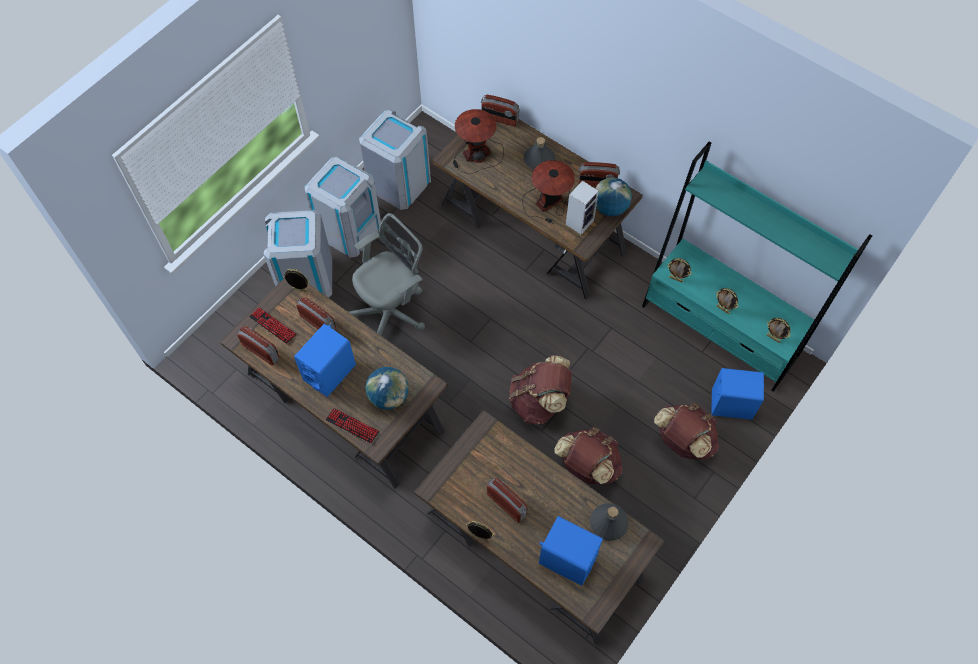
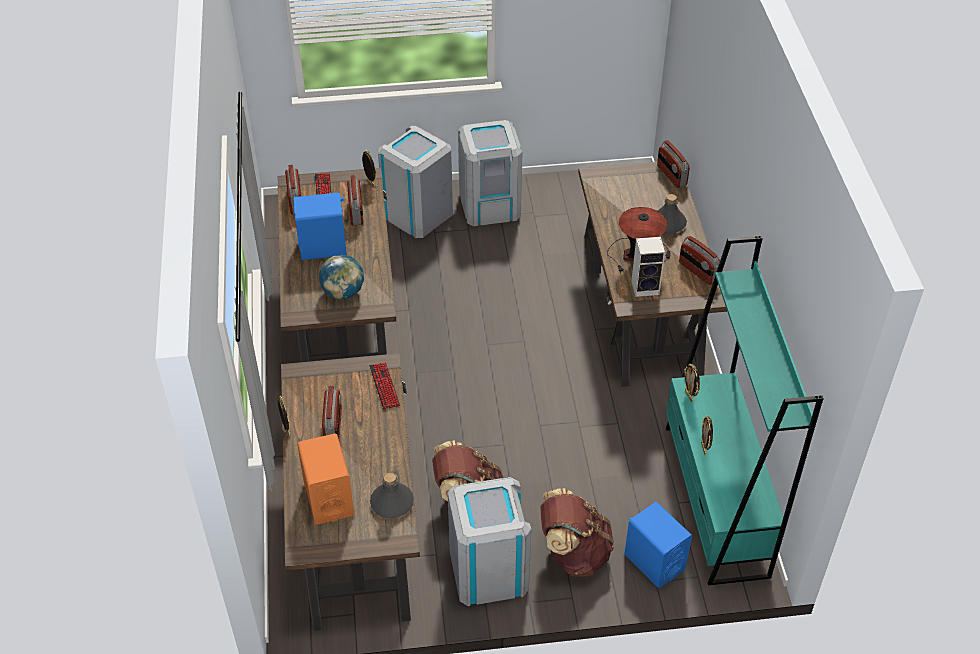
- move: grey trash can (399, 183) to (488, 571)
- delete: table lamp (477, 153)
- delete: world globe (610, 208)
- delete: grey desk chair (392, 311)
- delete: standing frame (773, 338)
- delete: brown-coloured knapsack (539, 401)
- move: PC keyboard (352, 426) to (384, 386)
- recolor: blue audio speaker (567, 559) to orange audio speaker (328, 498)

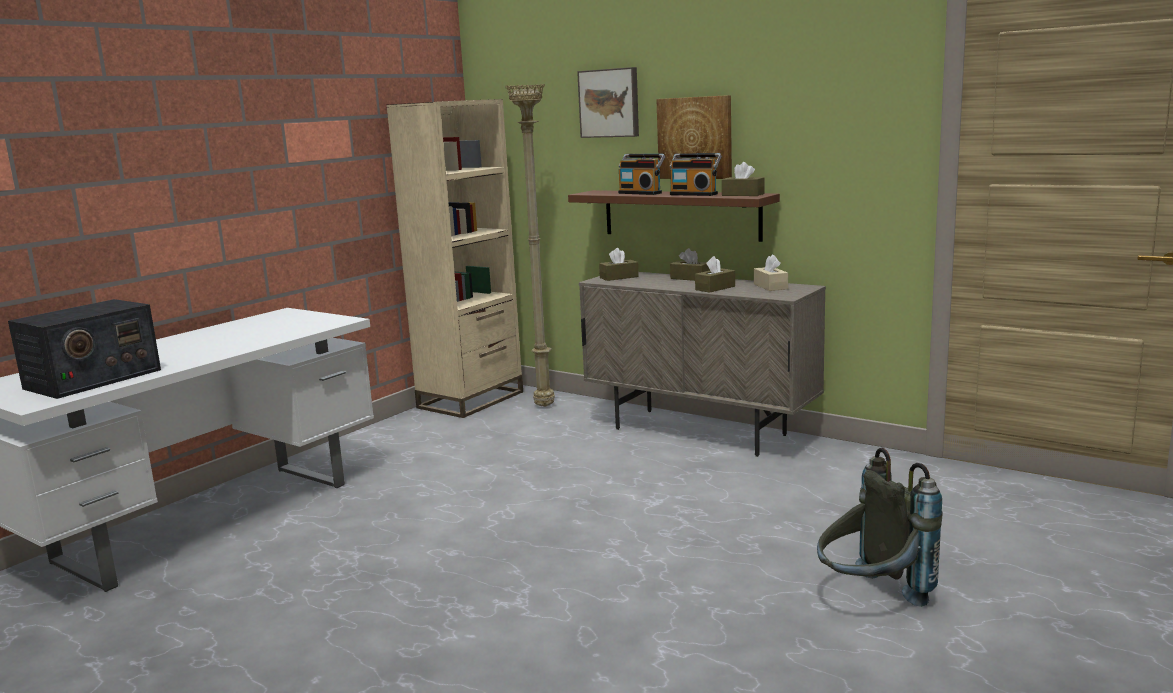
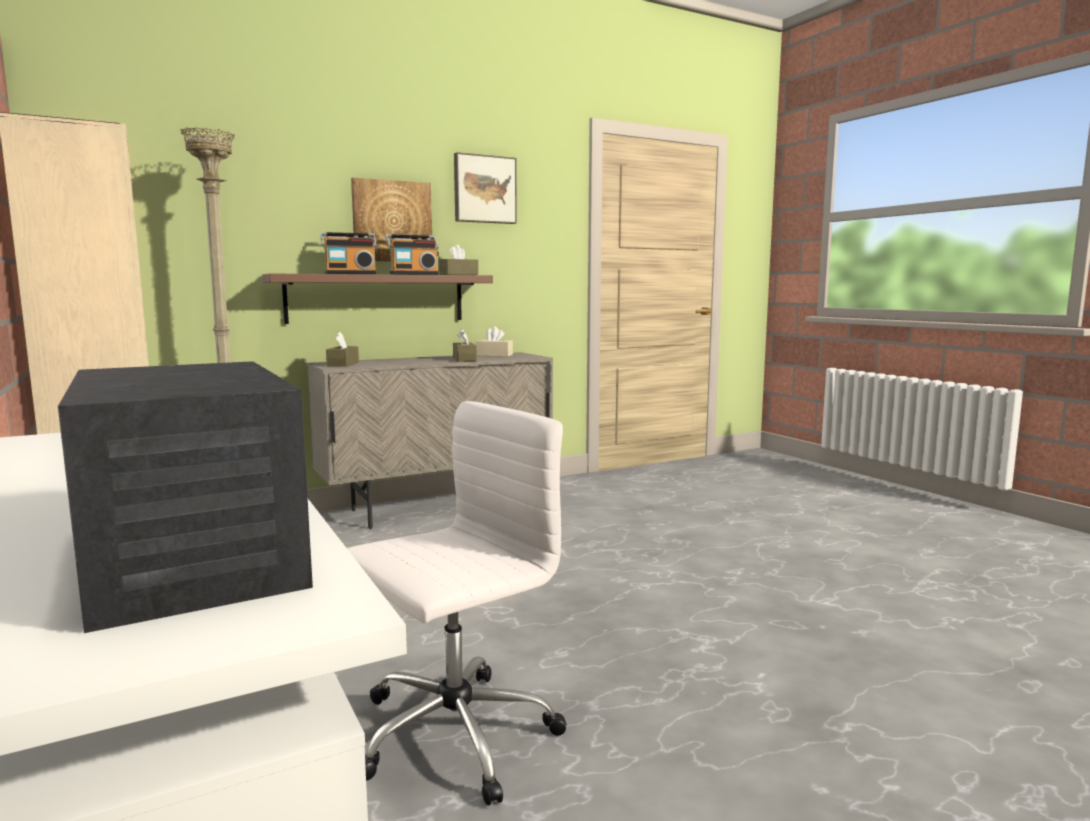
- move: wall art (610, 103) to (484, 189)
- delete: brown-coloured tissue box (690, 278)
- delete: grey knapsack (871, 598)
- insert: whitish desk chair (451, 735)

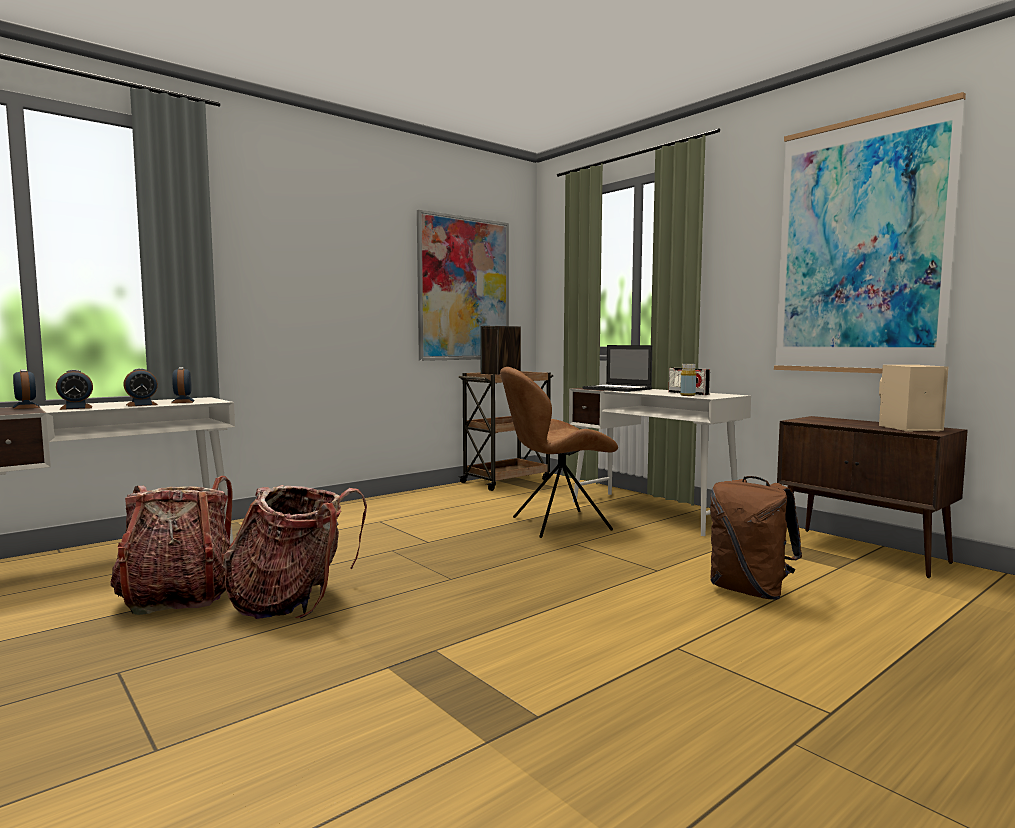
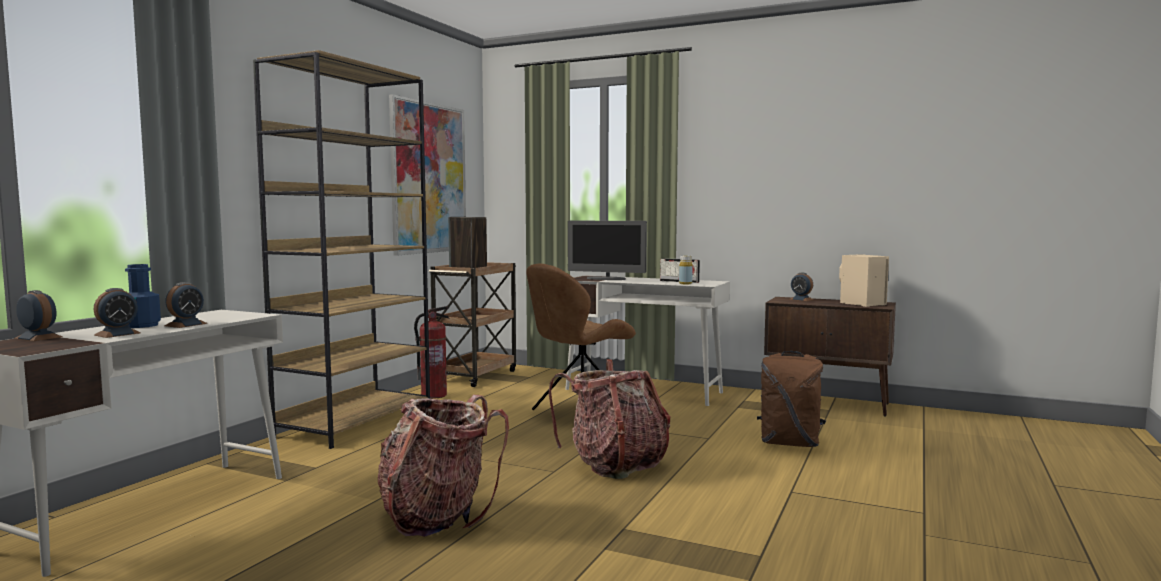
- delete: wall art (860, 247)
- replace: notebook computer (617, 389) to monitor (606, 279)
- move: bedside clock (183, 401) to (801, 299)
- move: knapsack (177, 597) to (614, 464)
- insert: brown-coloured bookcase (356, 422)
- insert: blue drink bottle (141, 325)
- insert: extinguisher (434, 395)

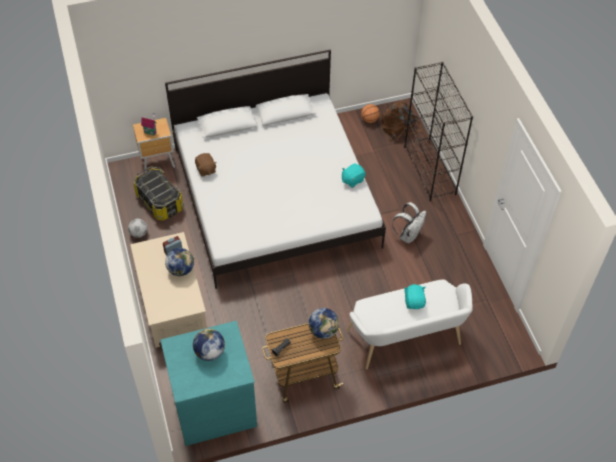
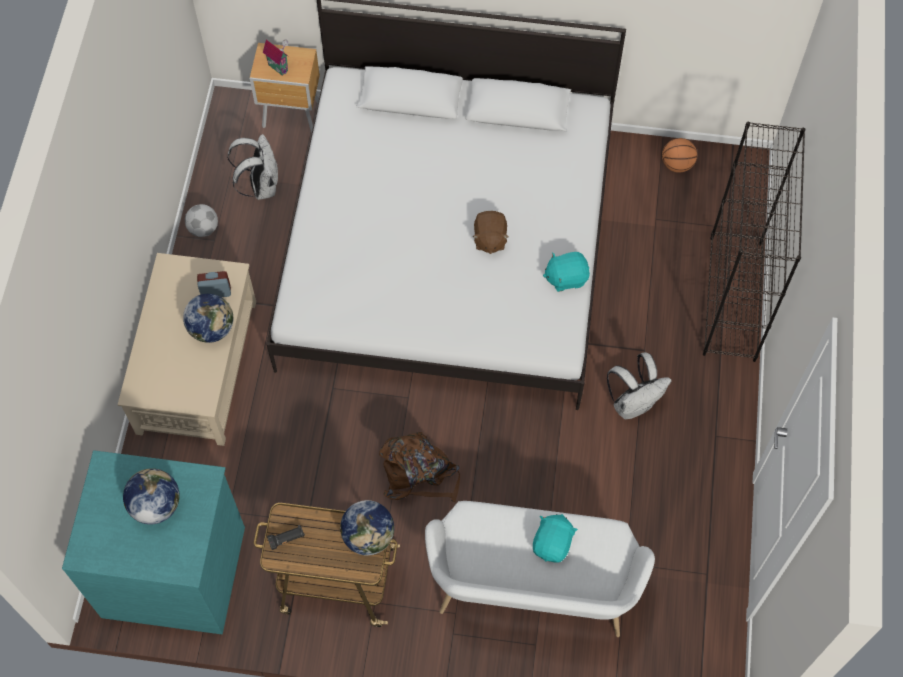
- move: brown-coloured knapsack (399, 128) to (418, 473)
- move: brown-coloured soft toy (205, 170) to (489, 239)
- replace: storage box (159, 202) to whitish knapsack (261, 186)

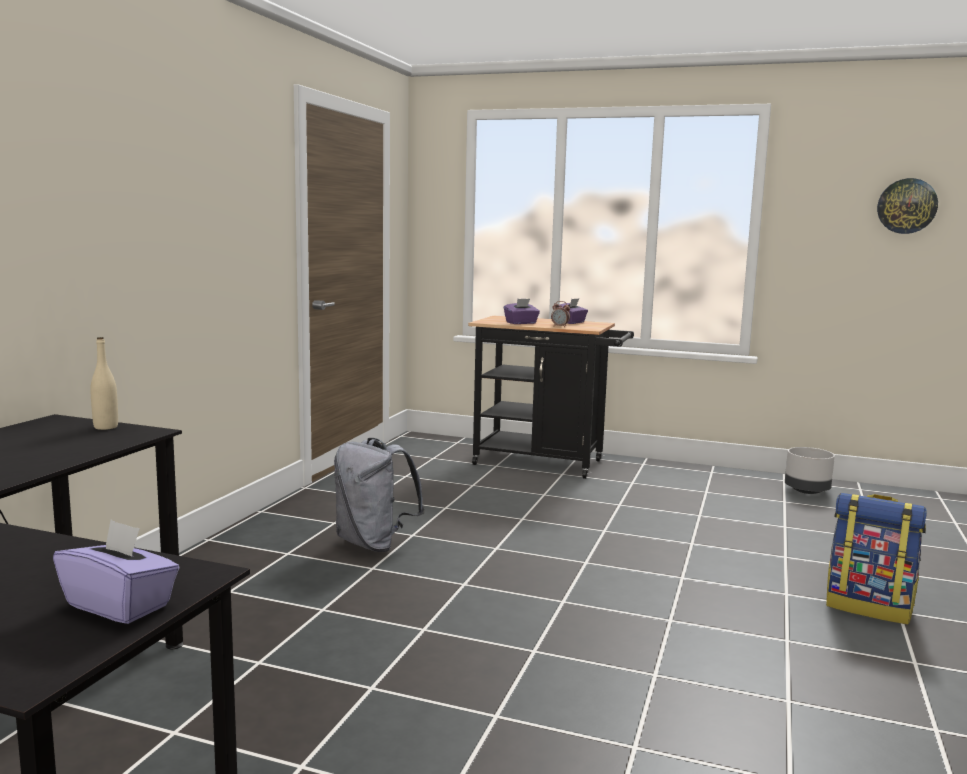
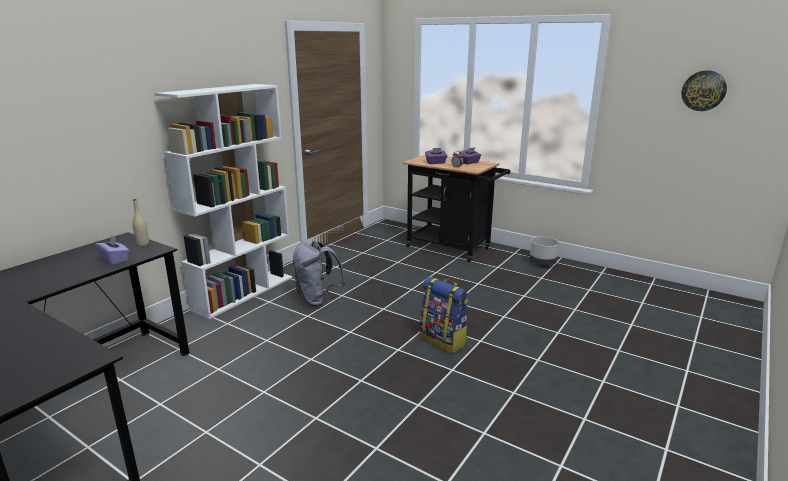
- move: grey planter (807, 491) to (542, 263)
- move: knapsack (869, 607) to (443, 341)
- move: purple tissue box (120, 605) to (115, 260)
- insert: whitish bookcase (243, 292)

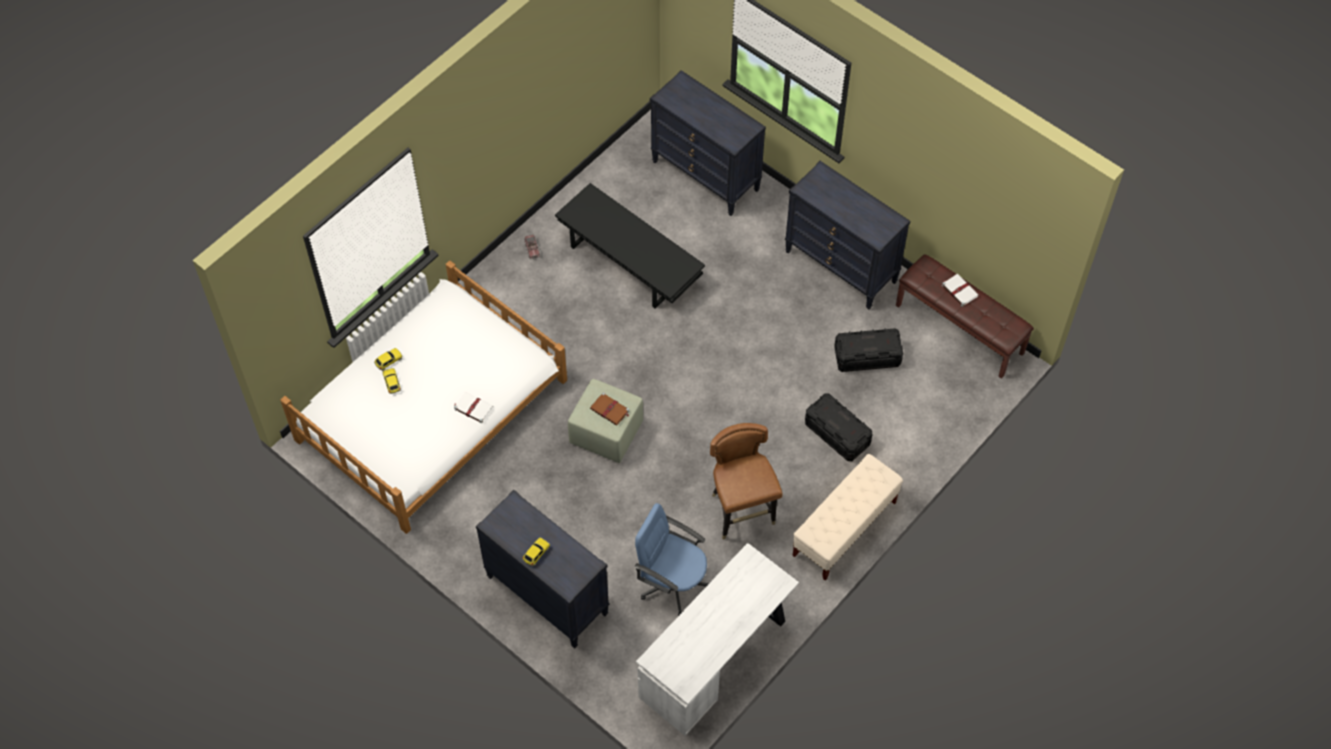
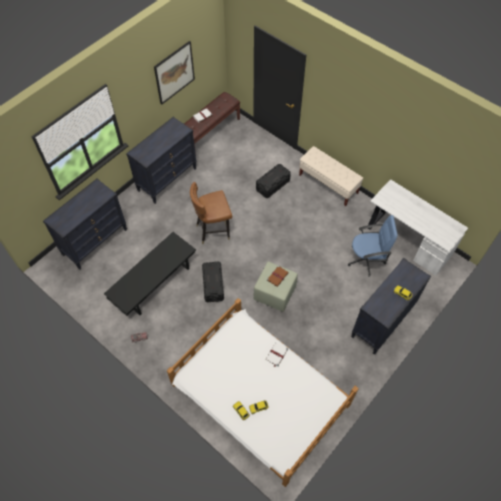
- move: black storage box (867, 357) to (213, 285)
- move: brown-coloured plain chair (741, 512) to (213, 231)
- rotate: blue desk chair (673, 582) = (366, 259) 120 degrees counterclockwise
- insert: wall art (174, 72)

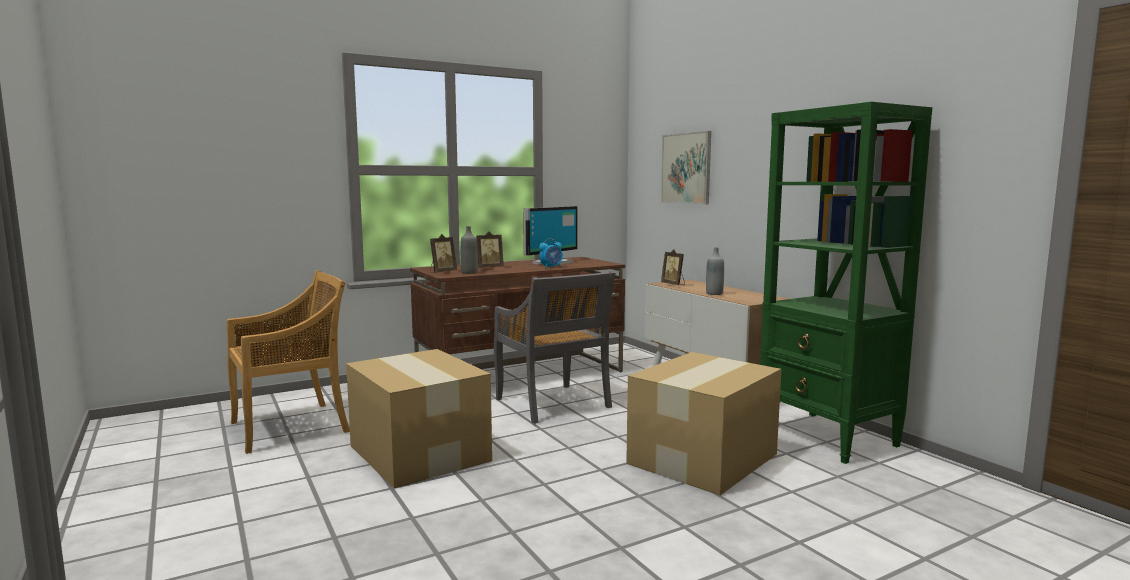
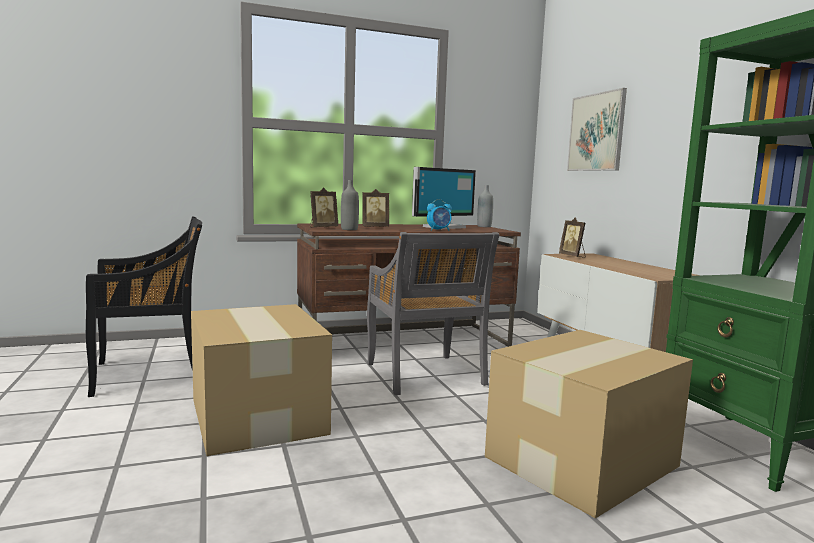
- move: grey drink bottle (714, 293) to (484, 226)
- recolor: sand-coloured plain chair (292, 427) to black plain chair (151, 373)

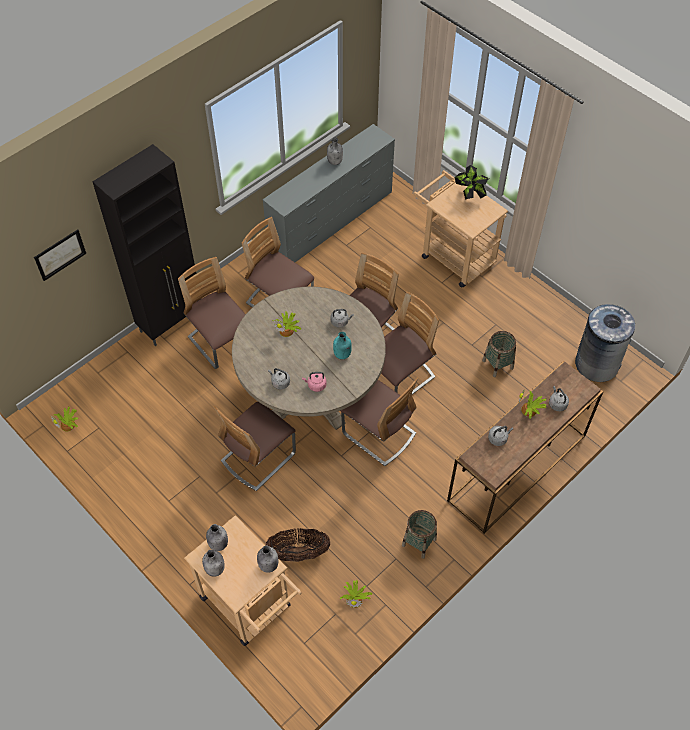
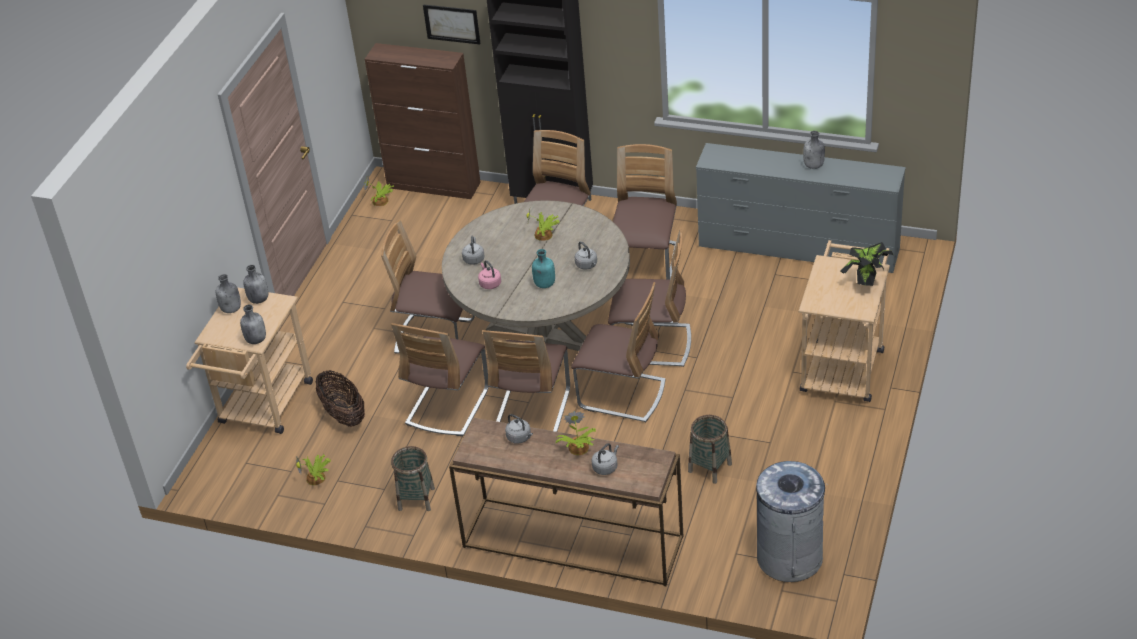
- insert: brown-coloured storage cabinet (434, 185)
- insert: plain chair (447, 406)

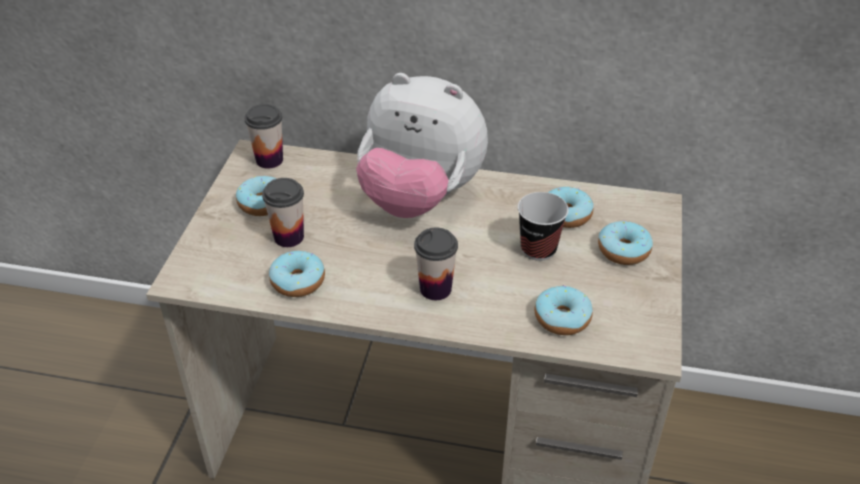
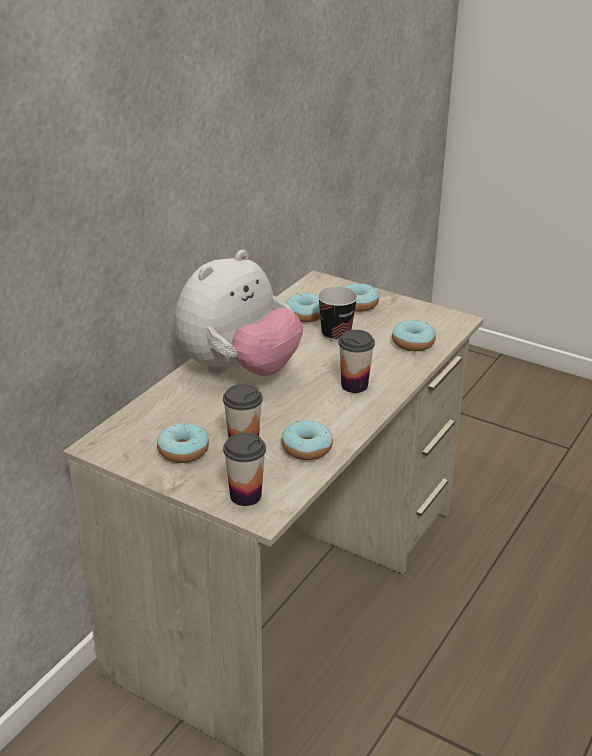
- move: cup (269, 160) to (245, 496)

